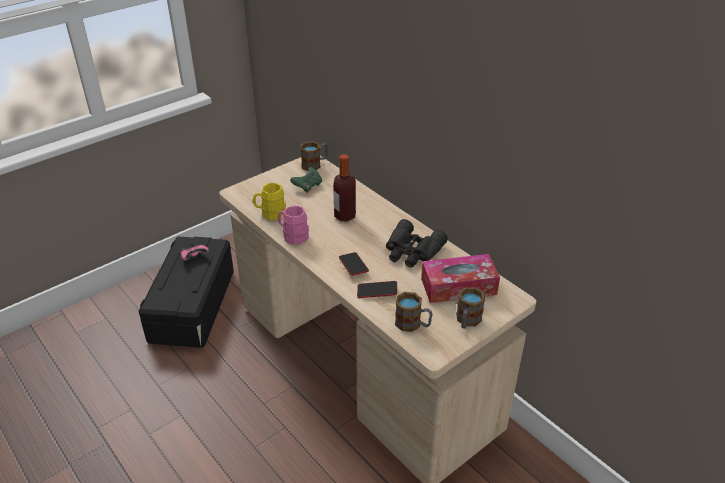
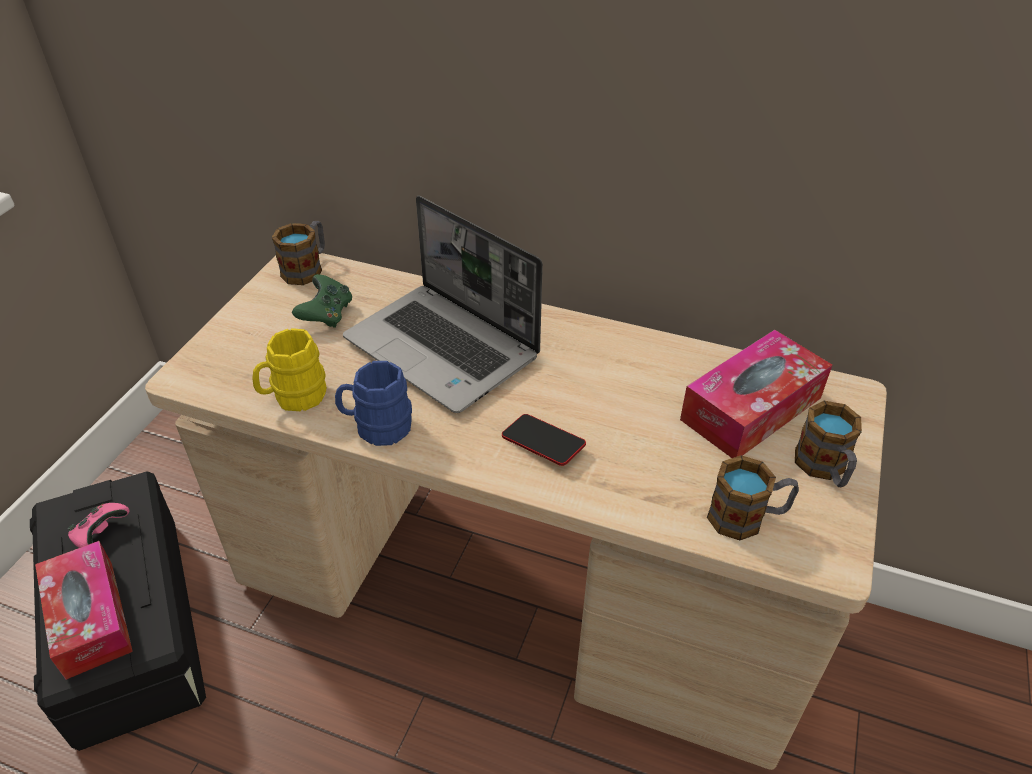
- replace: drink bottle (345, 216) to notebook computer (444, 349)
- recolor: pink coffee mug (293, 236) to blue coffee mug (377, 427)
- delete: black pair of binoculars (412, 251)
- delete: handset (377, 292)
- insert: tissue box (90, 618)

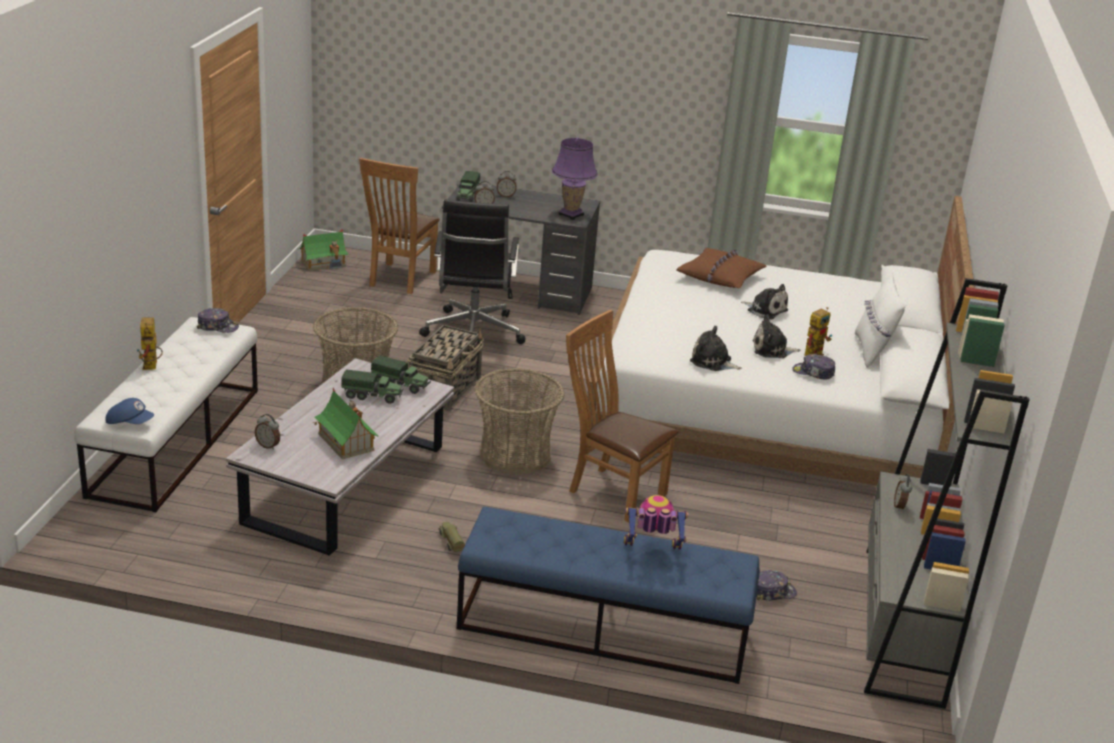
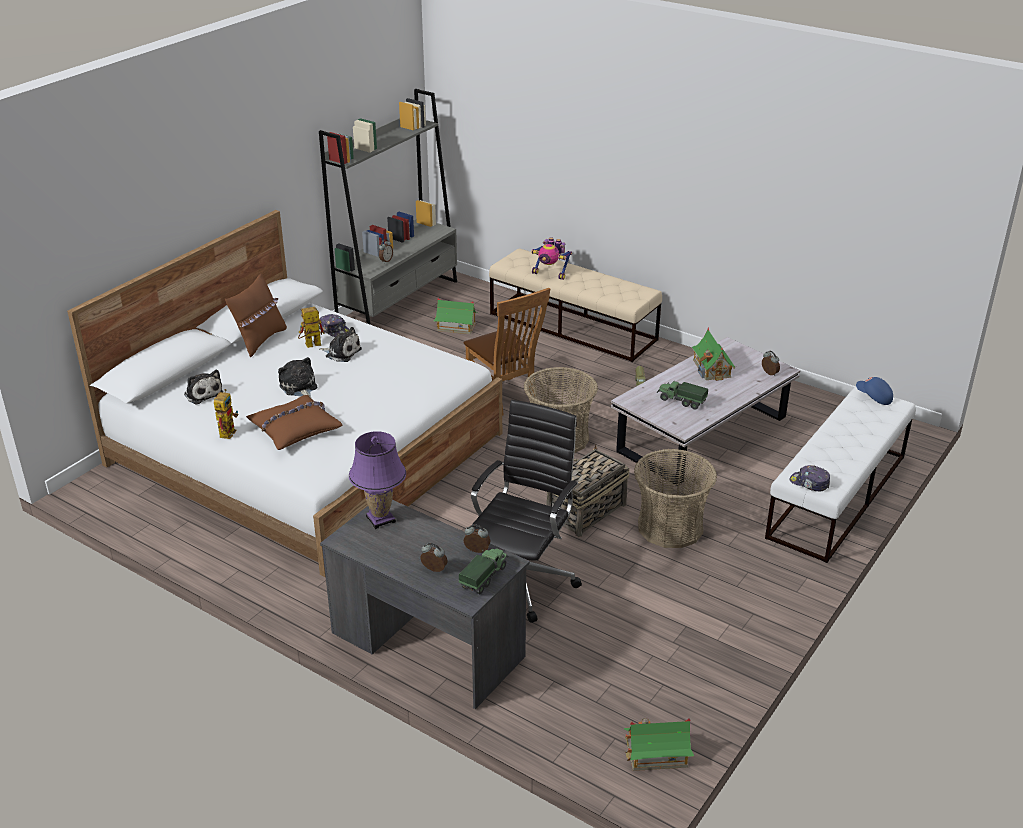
- delete: brown-coloured plain chair (399, 280)
- recolor: whitish pillow (872, 351) to brown-coloured pillow (260, 340)
- move: robot figure (151, 367) to (228, 431)
- move: soft toy (713, 362) to (203, 393)
- delete: toy lorry (401, 385)
- recolor: blue indoor bench (602, 628) to sand-coloured indoor bench (573, 327)
- replace: baseball cap (772, 592) to model house (456, 327)

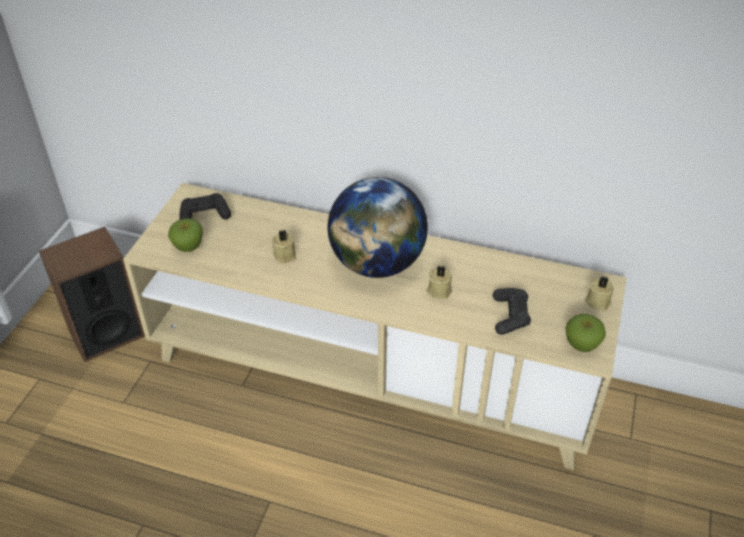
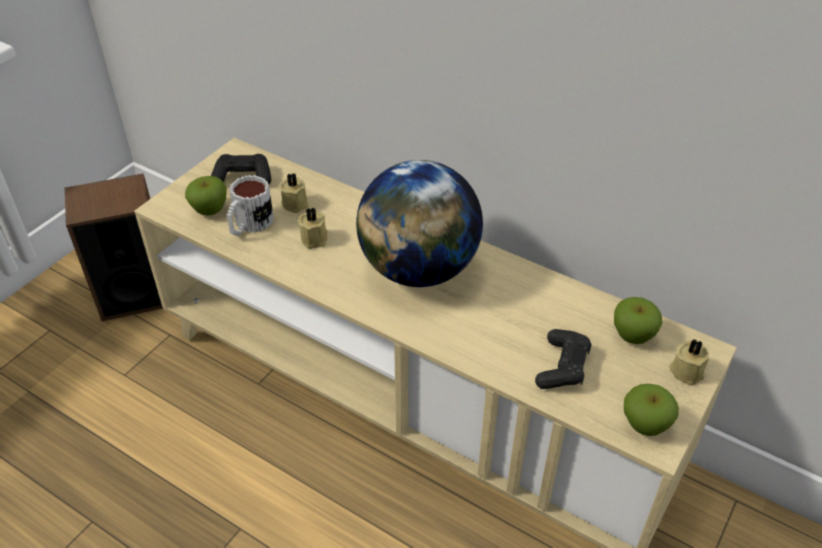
- move: sand-coloured candle (439, 290) to (295, 203)
- insert: coffee mug (249, 225)
- insert: apple fruit (632, 336)

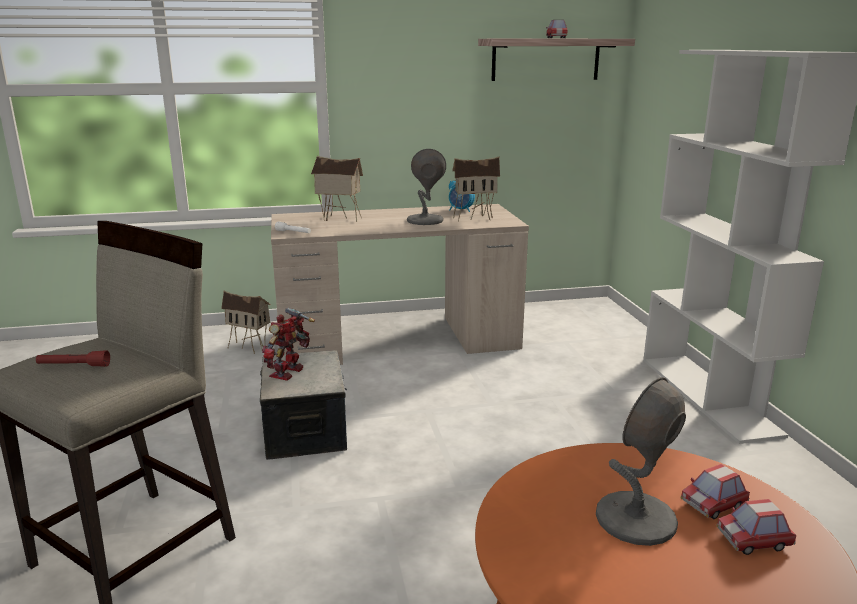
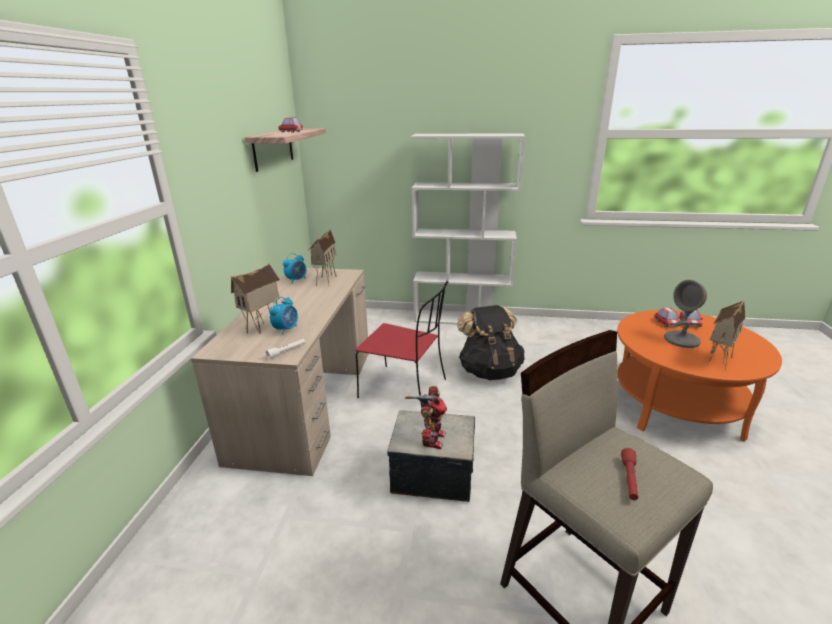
- delete: grey table lamp (424, 220)
- move: model house (250, 347) to (716, 359)
- rotate: robot figure (289, 373) = (431, 439) 120 degrees counterclockwise
- insert: reddish plain chair (405, 389)
- insert: bedside clock (286, 329)
- insert: black knapsack (489, 371)

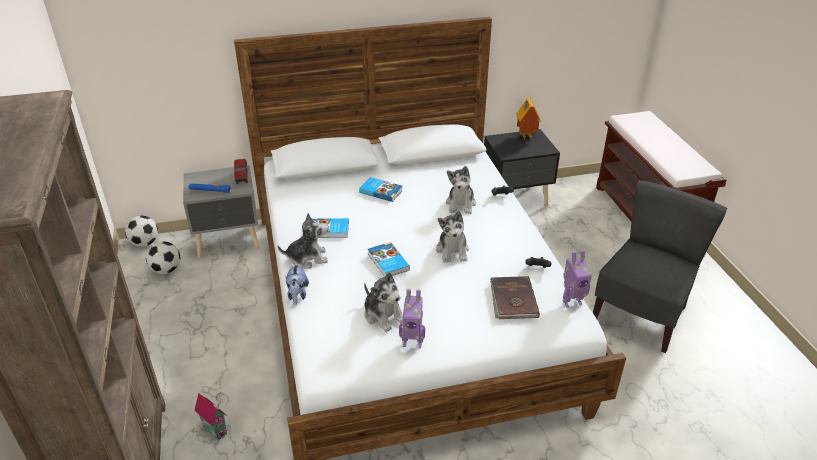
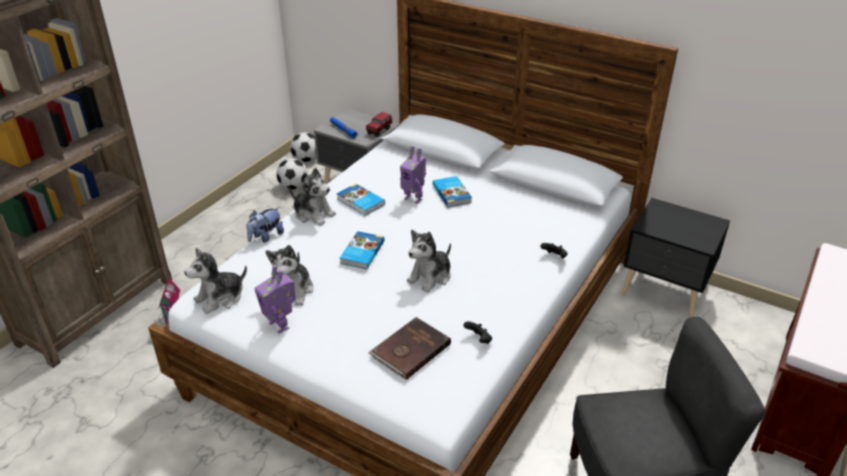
- delete: model house (525, 137)
- move: soft toy (461, 204) to (220, 298)
- move: robot figure (571, 302) to (413, 198)

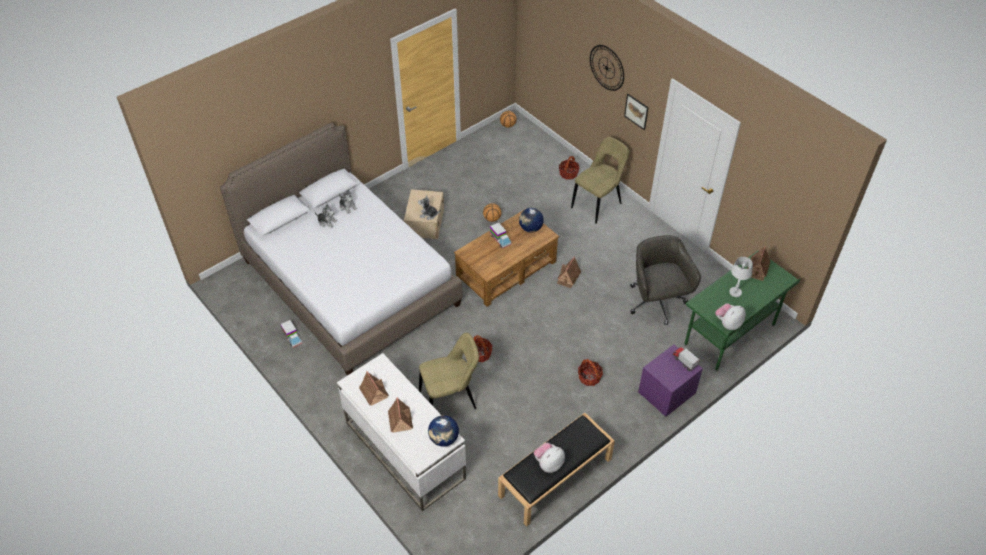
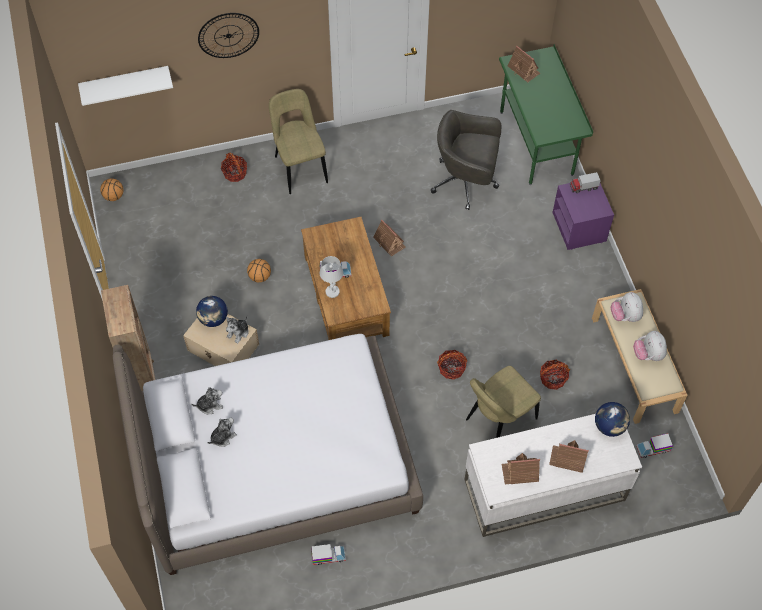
- delete: wall art (636, 111)
- move: world globe (530, 228) to (213, 319)
- move: whitish table lamp (735, 292) to (332, 291)
- move: soft toy (728, 324) to (625, 316)
- rotate: sand-coloured plain chair (450, 399) = (498, 421) 135 degrees counterclockwise
- move: storage basket (589, 377) to (553, 378)
- recolor: black indoor bench (555, 478) to sand-coloured indoor bench (635, 365)
- insert: whitish wall shelf (125, 82)
- insert: brown-coloured bookcase (144, 380)
- insert: toy lorry (653, 449)

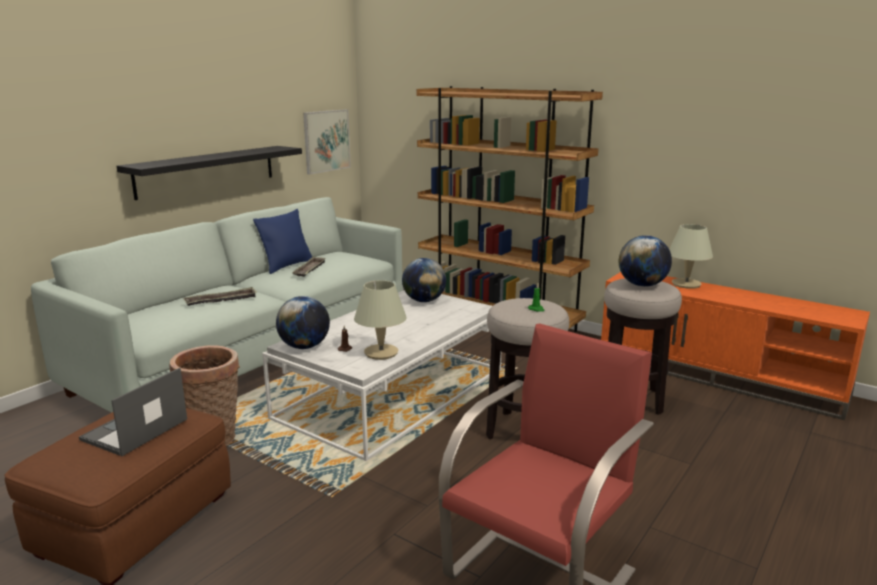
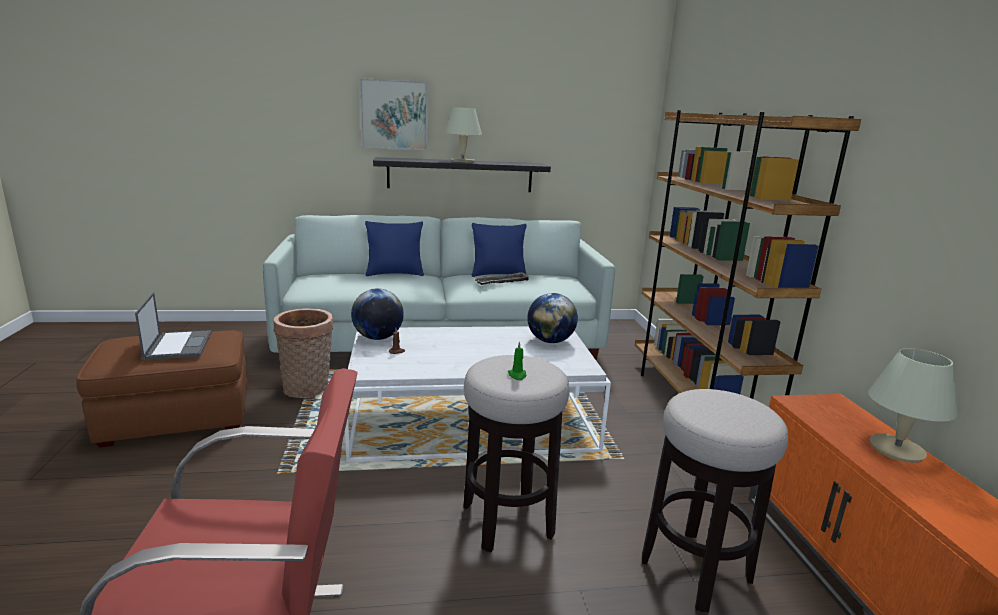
- move: wall art (326, 141) to (394, 115)
- delete: world globe (642, 285)
- move: sand-coloured table lamp (380, 353) to (462, 161)
- delete: serving tray (221, 300)
- rotate: notebook computer (134, 430) = (178, 345) 90 degrees clockwise
- insert: blue pillow (395, 274)

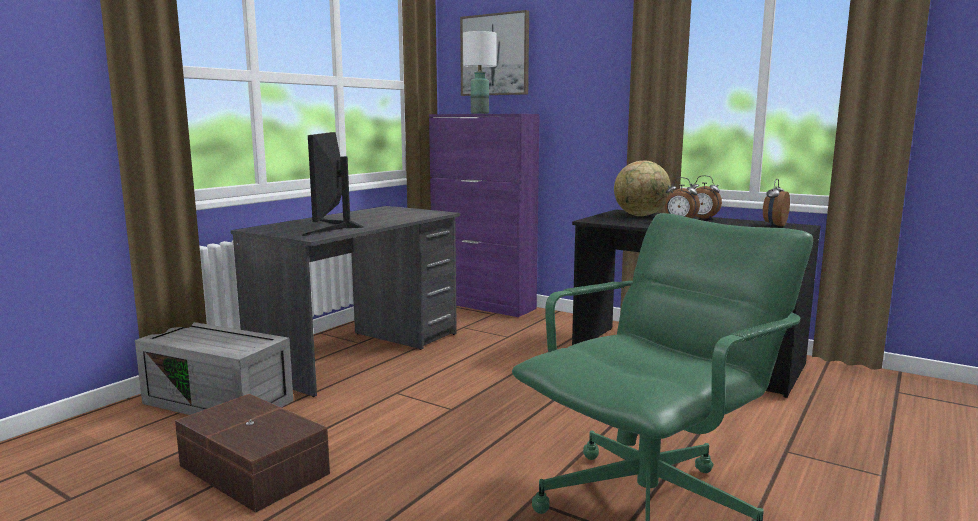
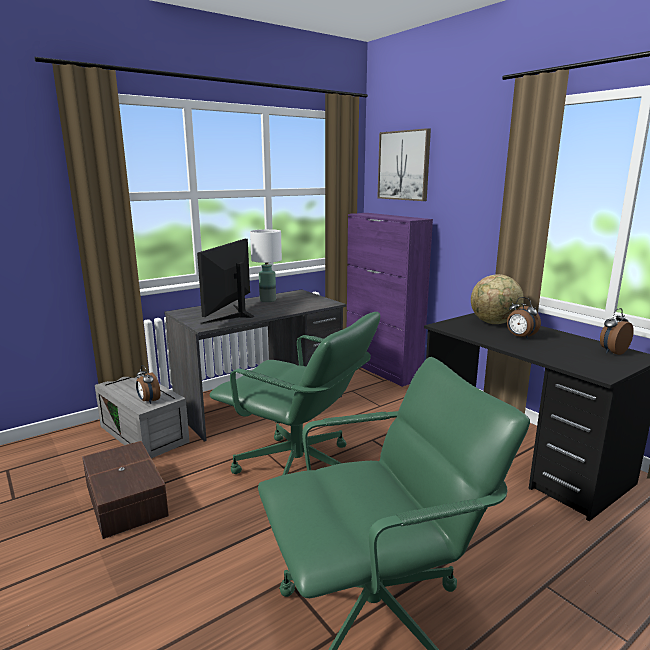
- move: whitish table lamp (479, 113) to (267, 300)
- move: bedside clock (702, 219) to (148, 401)
- insert: green desk chair (298, 470)

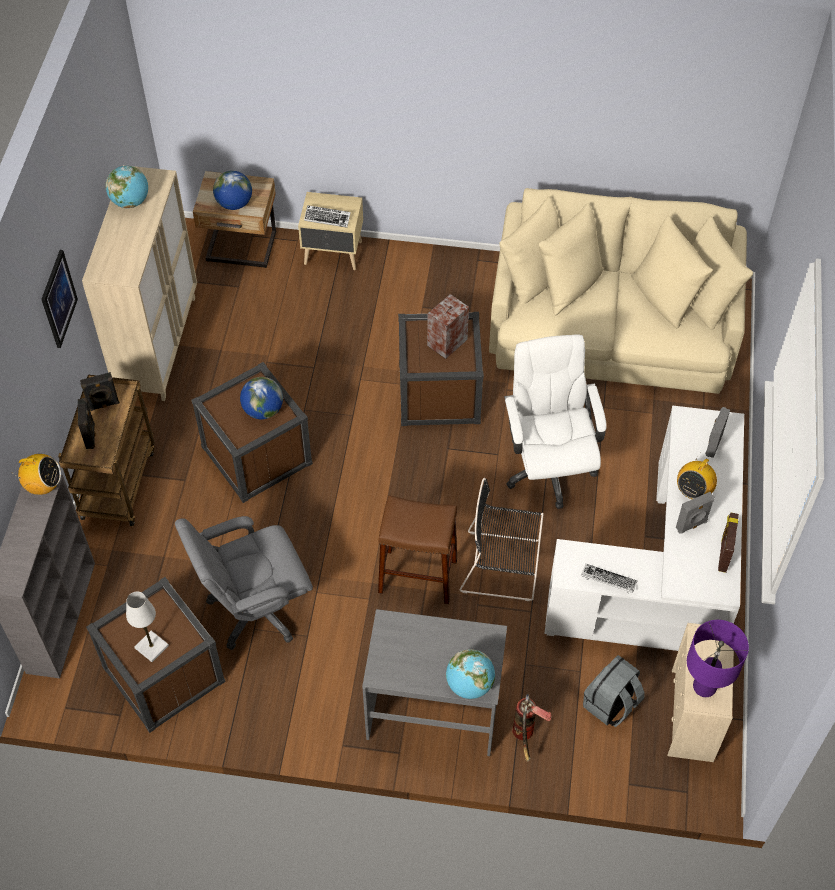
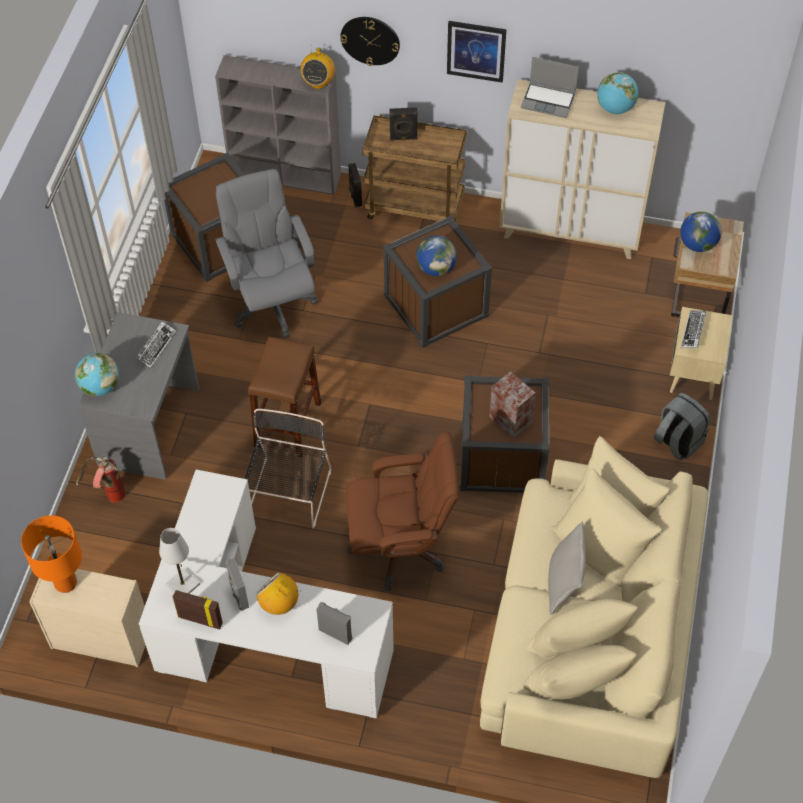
- recolor: whitish desk chair (548, 467) to brown-coloured desk chair (400, 547)
- move: black audio speaker (104, 405) to (355, 197)
- move: PC keyboard (608, 580) to (156, 346)
- move: whitish table lamp (151, 647) to (183, 584)
- recolor: purple table lamp (704, 687) to orange table lamp (65, 583)
- move: grey knapsack (611, 704) to (677, 442)
- insert: hanging clock (370, 40)
- insert: notebook computer (549, 101)
- insert: grey pillow (563, 584)

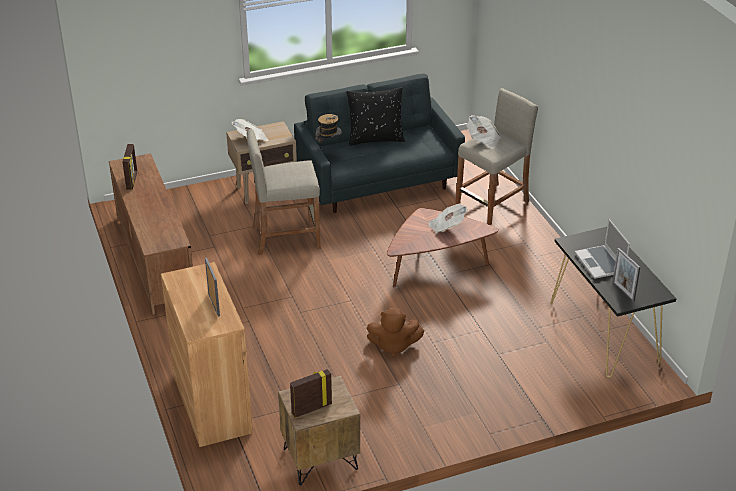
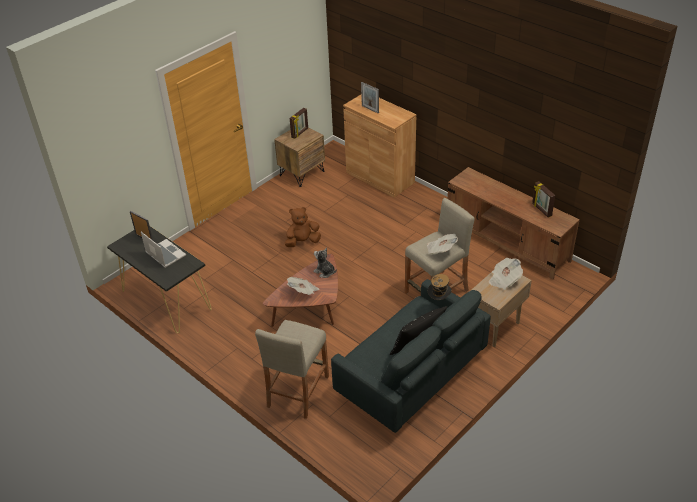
- move: newspaper (483, 140) to (440, 250)
- insert: soft toy (325, 272)

